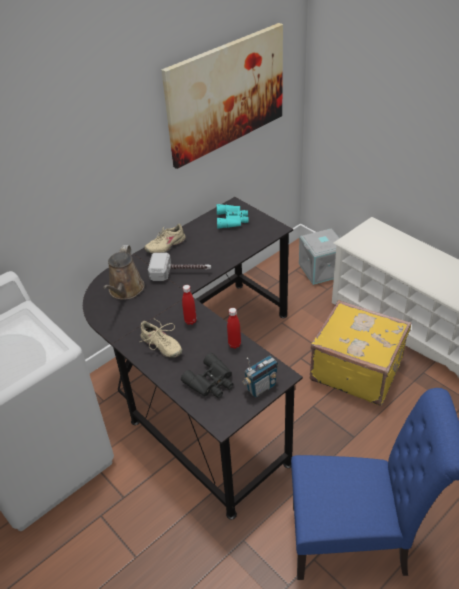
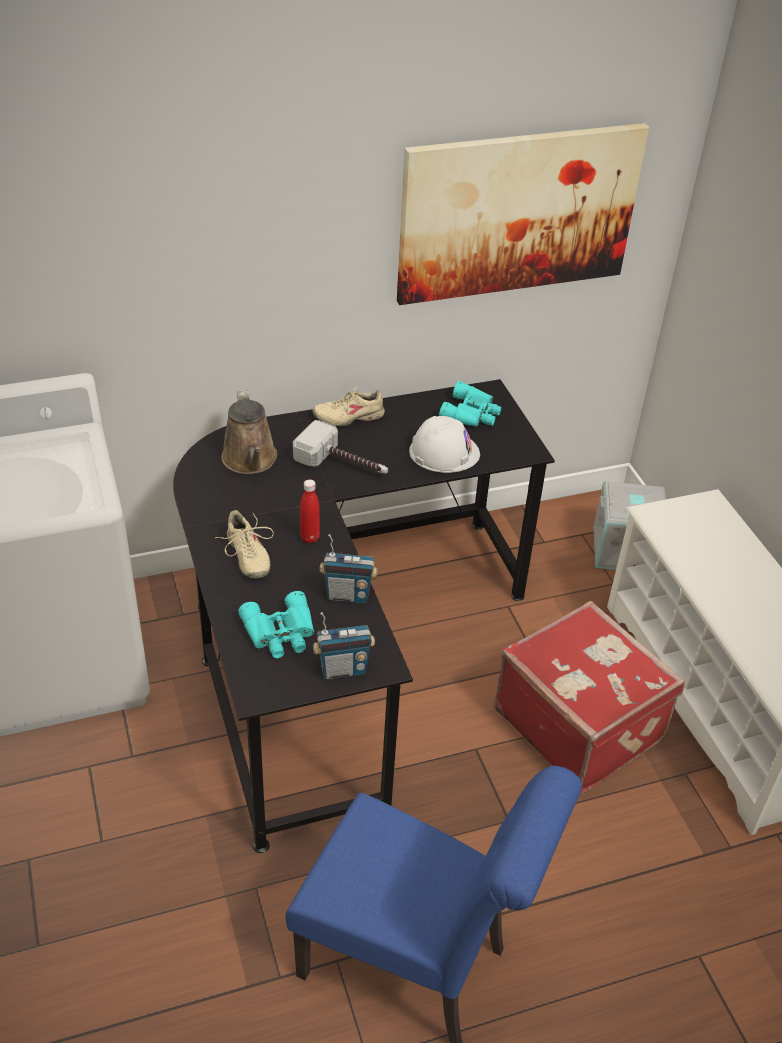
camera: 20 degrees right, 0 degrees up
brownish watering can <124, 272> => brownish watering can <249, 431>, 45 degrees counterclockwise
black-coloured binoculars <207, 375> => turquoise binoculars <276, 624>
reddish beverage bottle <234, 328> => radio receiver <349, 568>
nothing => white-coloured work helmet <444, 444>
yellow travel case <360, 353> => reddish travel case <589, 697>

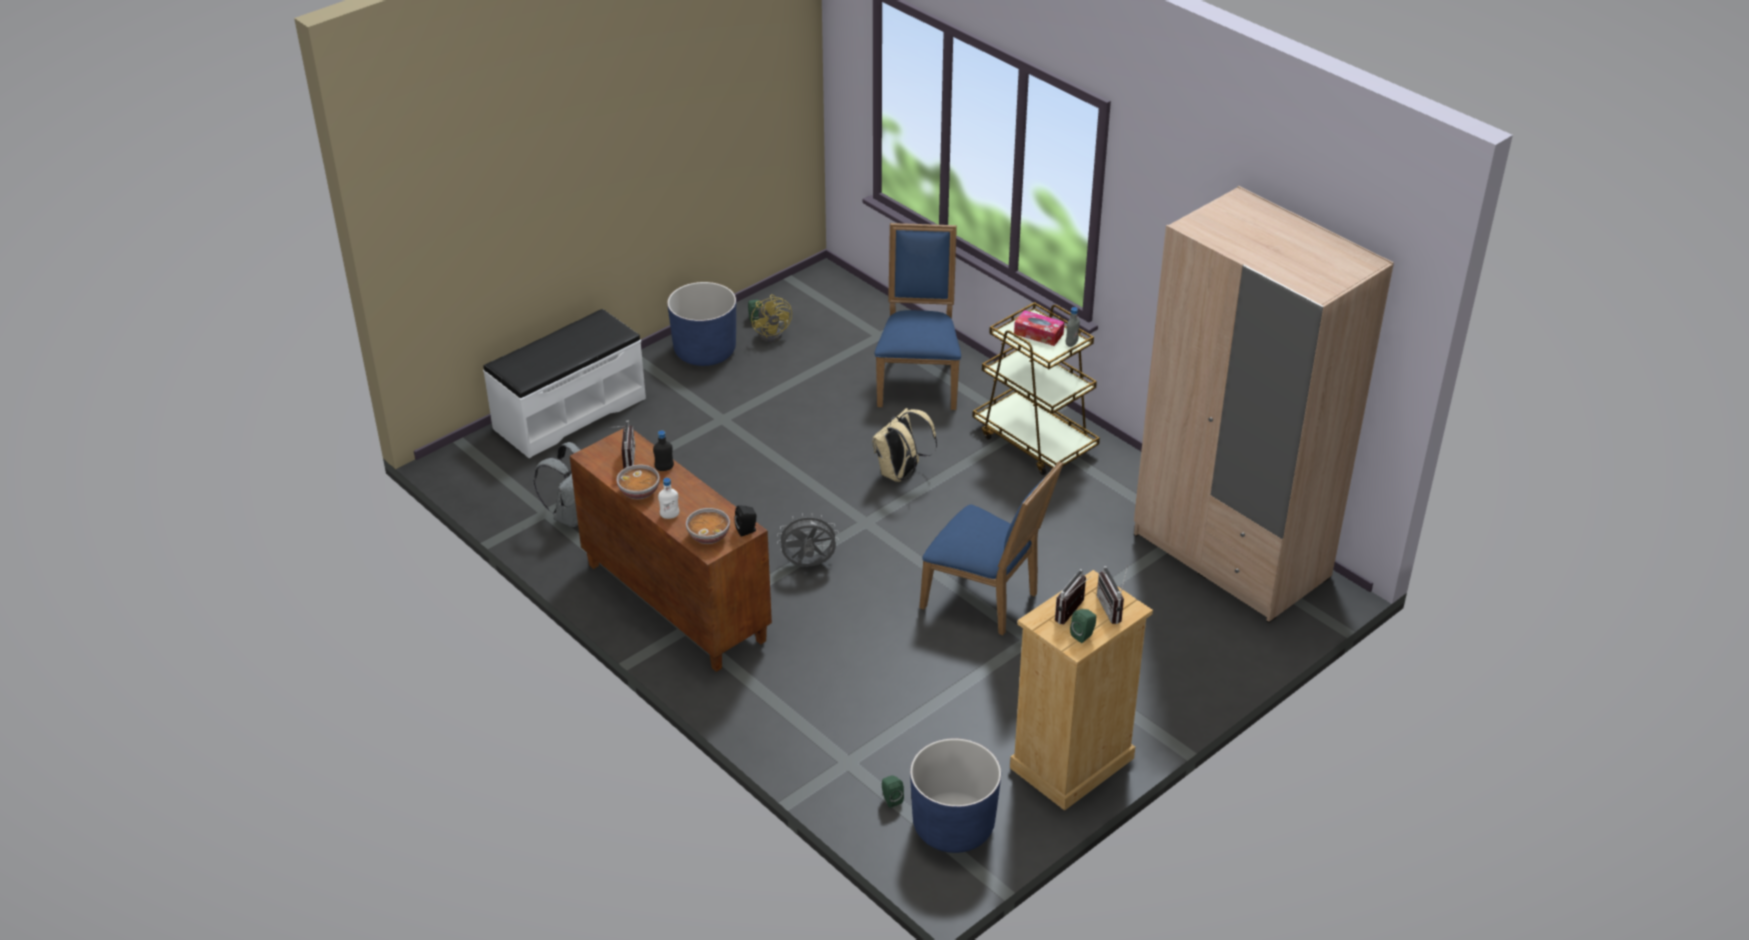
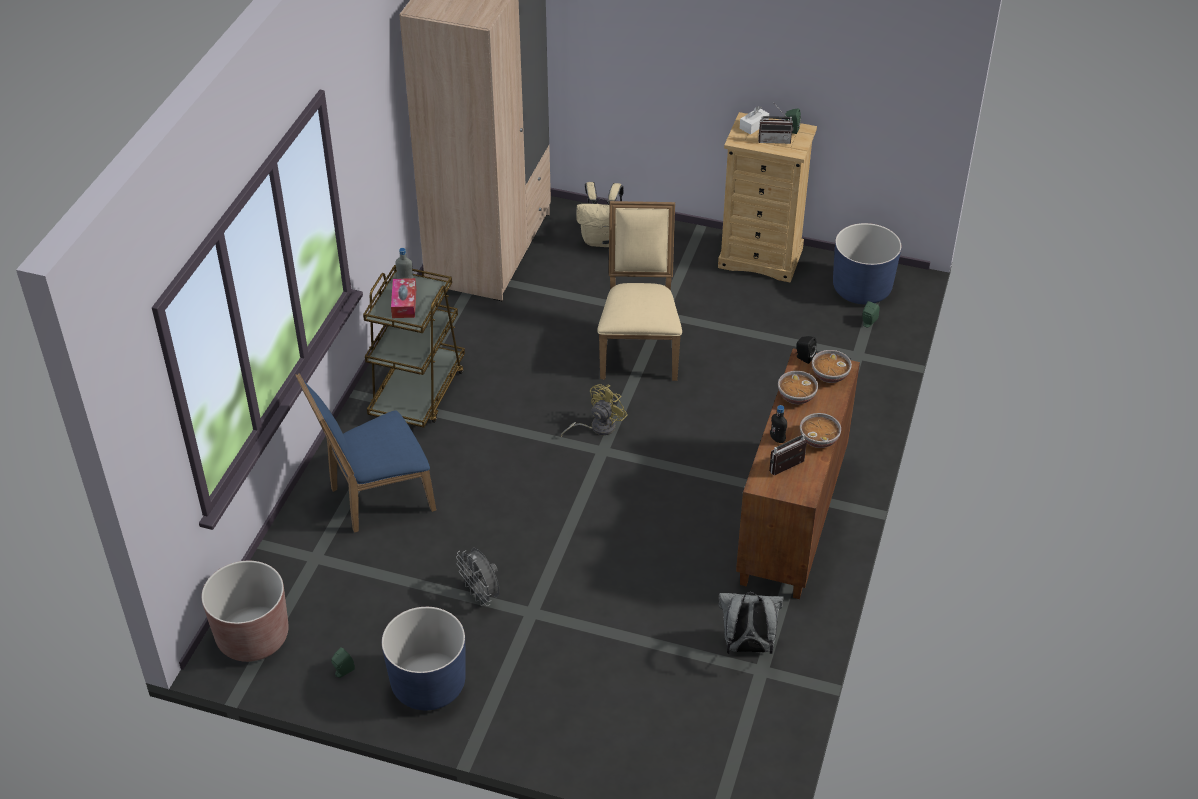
camera: 120 degrees left, 5 degrees up
nothing => brownish flower pot <245, 611>
grey fan <808, 539> => grey fan <478, 577>, relocated
yellow fan <771, 318> => yellow fan <594, 410>, relocated
beige-coloured rucksack <904, 445> => beige-coloured rucksack <600, 214>, relocated
blue plain chair <991, 548> => beige-coloured plain chair <639, 291>
radio receiver <1112, 594> => white-coloured box of tissues <754, 120>
nothing => serving bowl <798, 387>
white-coloured long seat <564, 383> => nothing
white-coloured beverage bottle <668, 498> => nothing

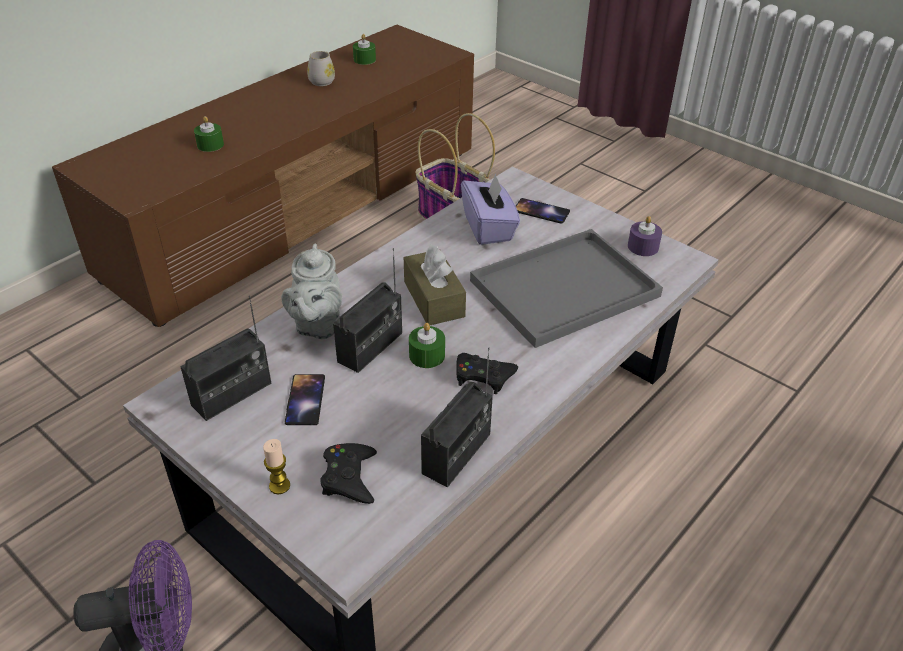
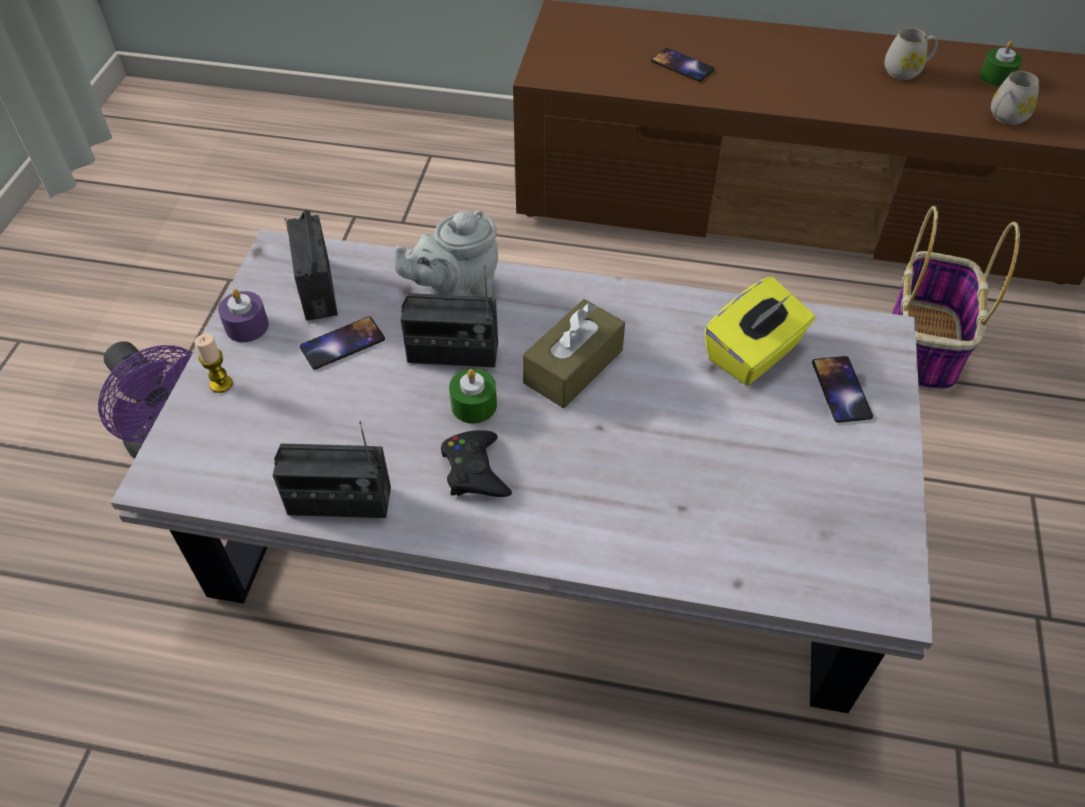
camera: 60 degrees right, 10 degrees up
purple-coloured wax candle <645, 236> => purple-coloured wax candle <243, 315>, relocated
radio receiver <225, 358> => radio receiver <311, 265>, 60 degrees clockwise
green-coloured wax candle <209, 134> => telephone <683, 65>
purple-coloured box of tissues <490, 209> => yellow box of tissues <759, 331>
nothing => white-coloured tea mug <1015, 98>
black-coloured joypad <348, 473> => nothing
grey serving tray <566, 288> => nothing

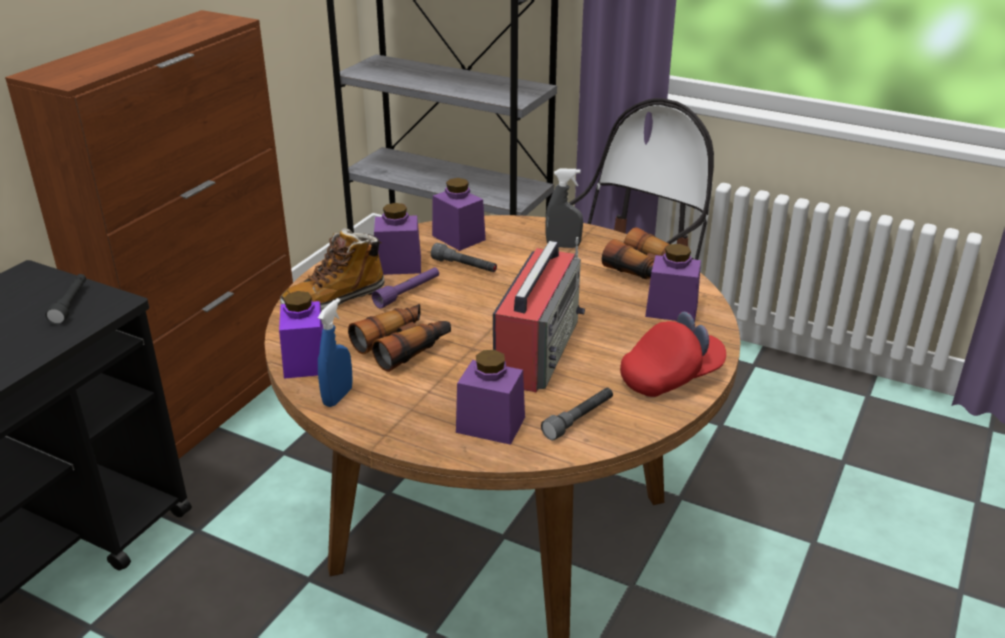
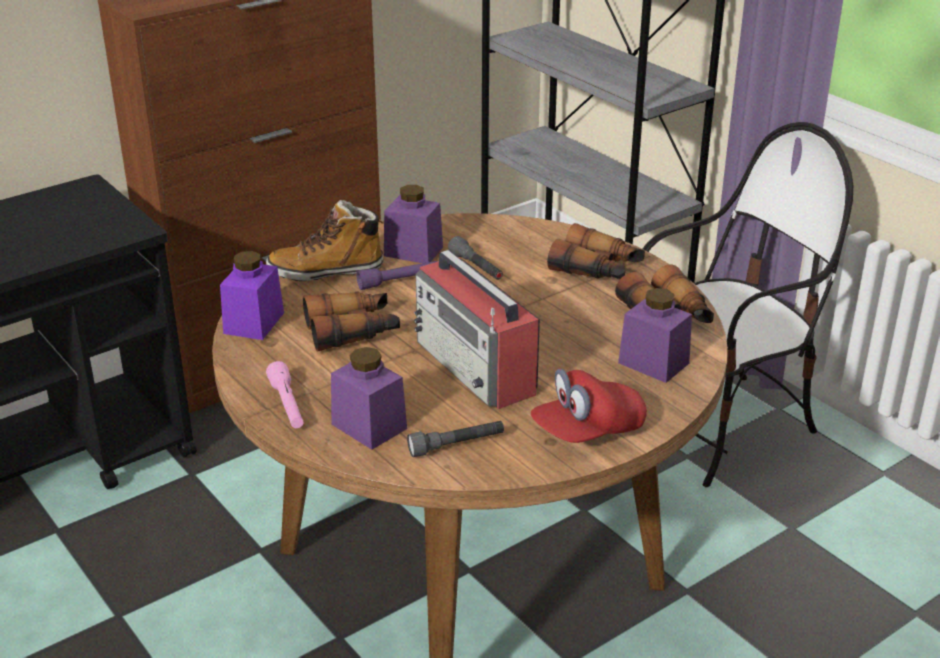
camera: 25 degrees right, 0 degrees up
nothing => pink-coloured hand torch <284, 394>
radio receiver <539, 314> => radio receiver <477, 329>, 105 degrees clockwise
reddish baseball cap <673, 354> => reddish baseball cap <589, 406>, 150 degrees clockwise
grey hand sprayer <564, 208> => binoculars <596, 251>
black-coloured hand torch <66, 299> => nothing
blue hand sprayer <335, 352> => nothing
purple-coloured preserve jar <459, 214> => nothing

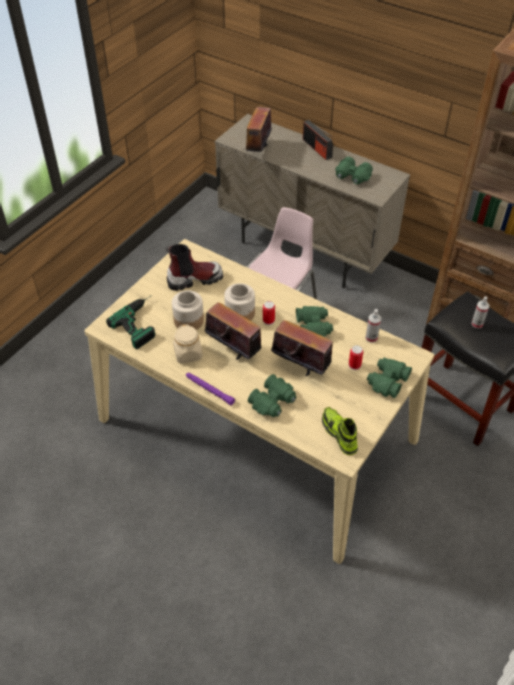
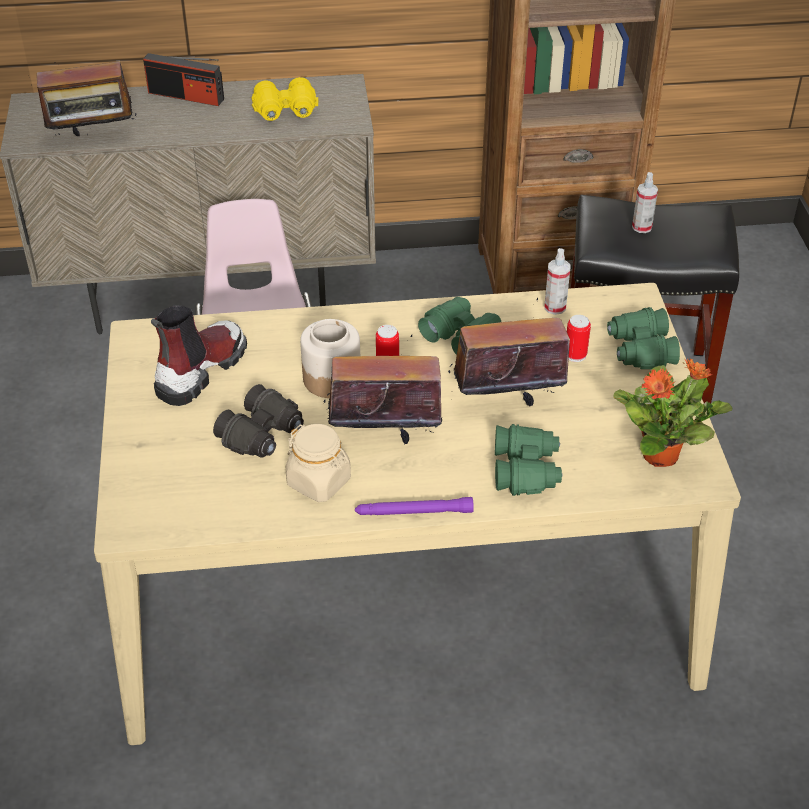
camera: 40 degrees left, 5 degrees down
radio receiver <257, 129> => radio receiver <87, 95>, 75 degrees counterclockwise
preserve jar <188, 310> => black-coloured binoculars <258, 421>
green-coloured binoculars <354, 170> => yellow binoculars <285, 99>
item of footwear <340, 431> => potted plant <673, 412>
drill <130, 322> => nothing

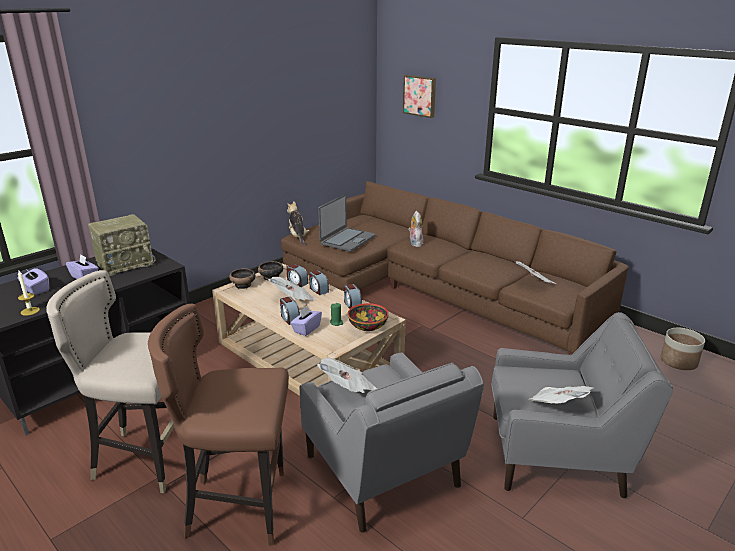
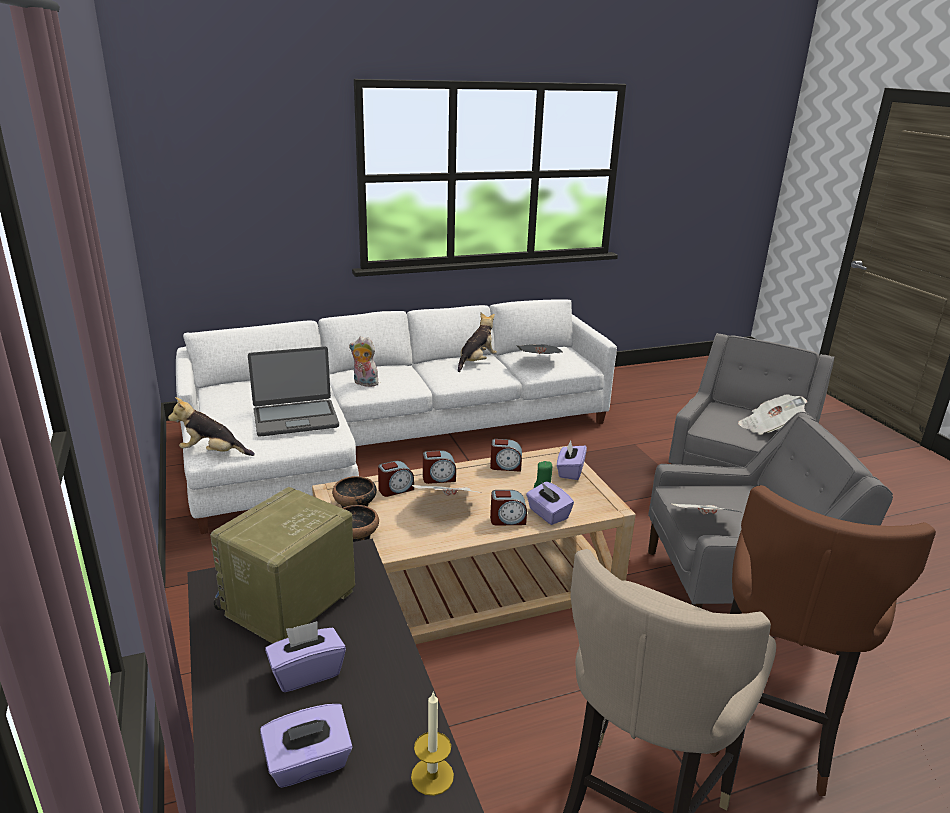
camera: 65 degrees left, 0 degrees up
brownish sofa <455, 268> => white-coloured sofa <396, 417>
radio receiver <122, 245> => radio receiver <282, 565>, 135 degrees counterclockwise
portable computer <347, 223> => portable computer <293, 391>, 105 degrees clockwise
nothing => soft toy <477, 342>
serving bowl <368, 317> => purple-coloured box of tissues <572, 460>
wall picture <419, 96> => nothing
flower pot <683, 349> => nothing

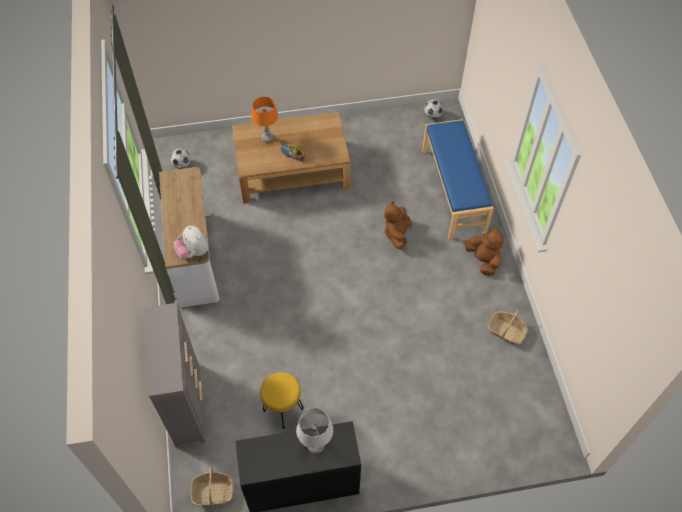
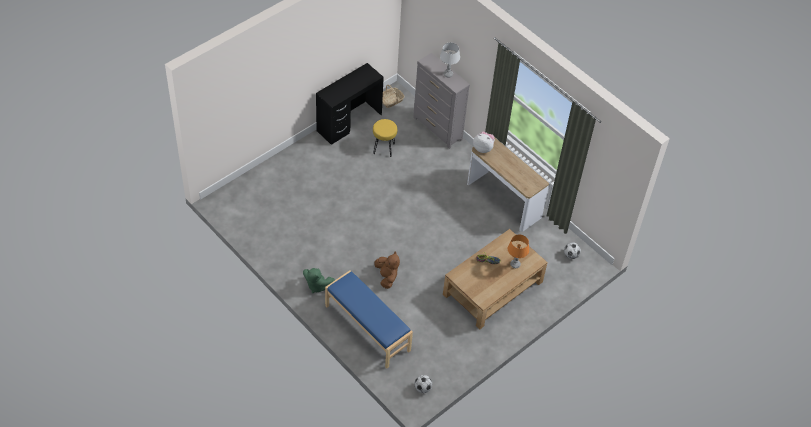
camera: 145 degrees right, 5 degrees down
brownish soft toy <484, 251> => green-coloured soft toy <319, 280>
grey table lamp <314, 430> => grey table lamp <450, 60>, relocated
storage basket <508, 327> => nothing

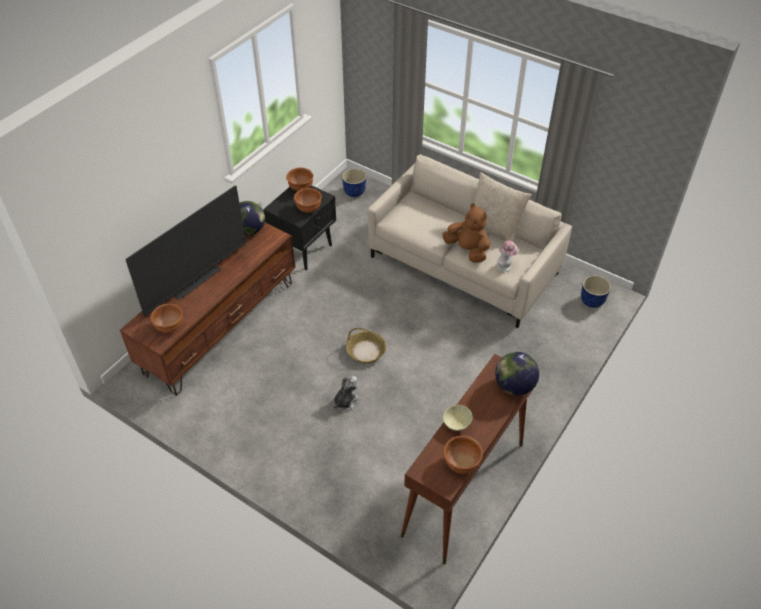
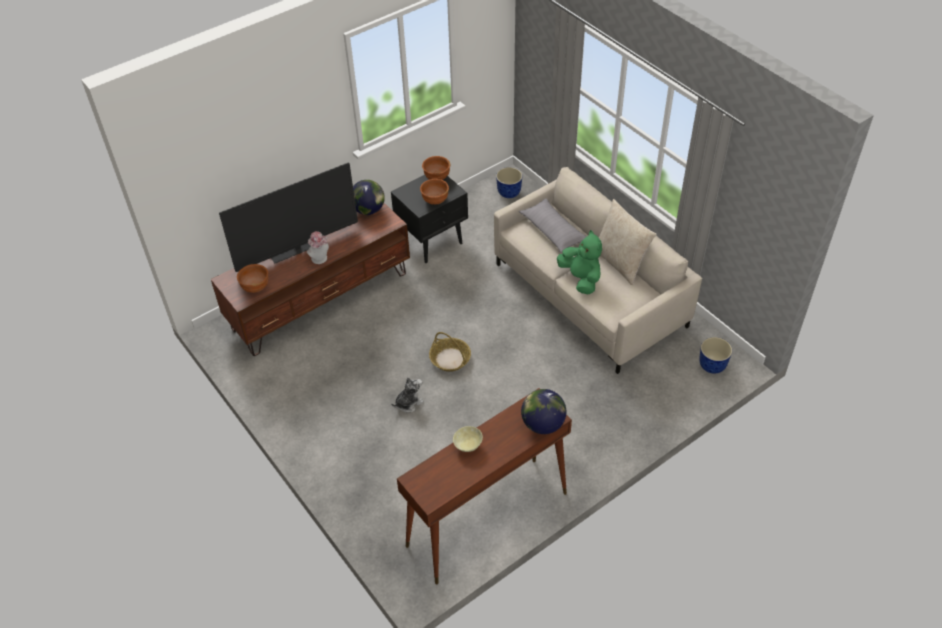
camera: 20 degrees right, 0 degrees up
hat <507, 256> => hat <318, 247>, relocated
nothing => grey throw pillow <553, 226>
brownish soft toy <466, 233> => green-coloured soft toy <579, 262>
brownish serving bowl <463, 455> => nothing

